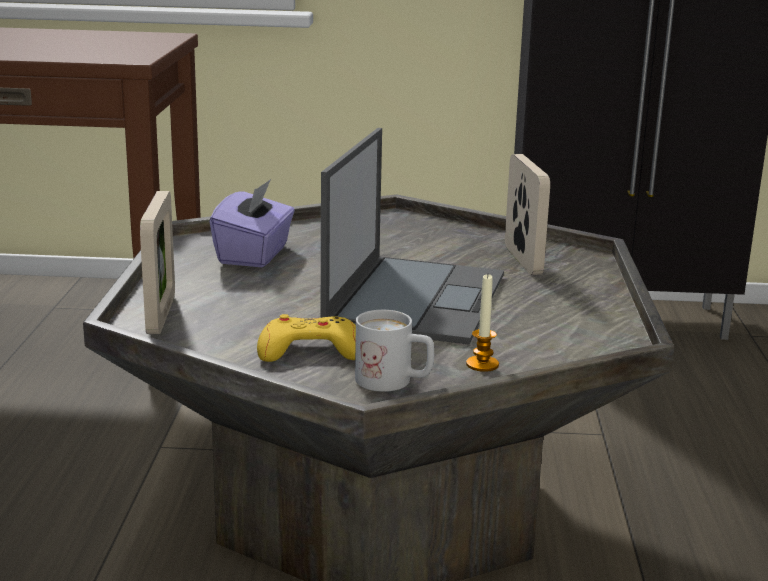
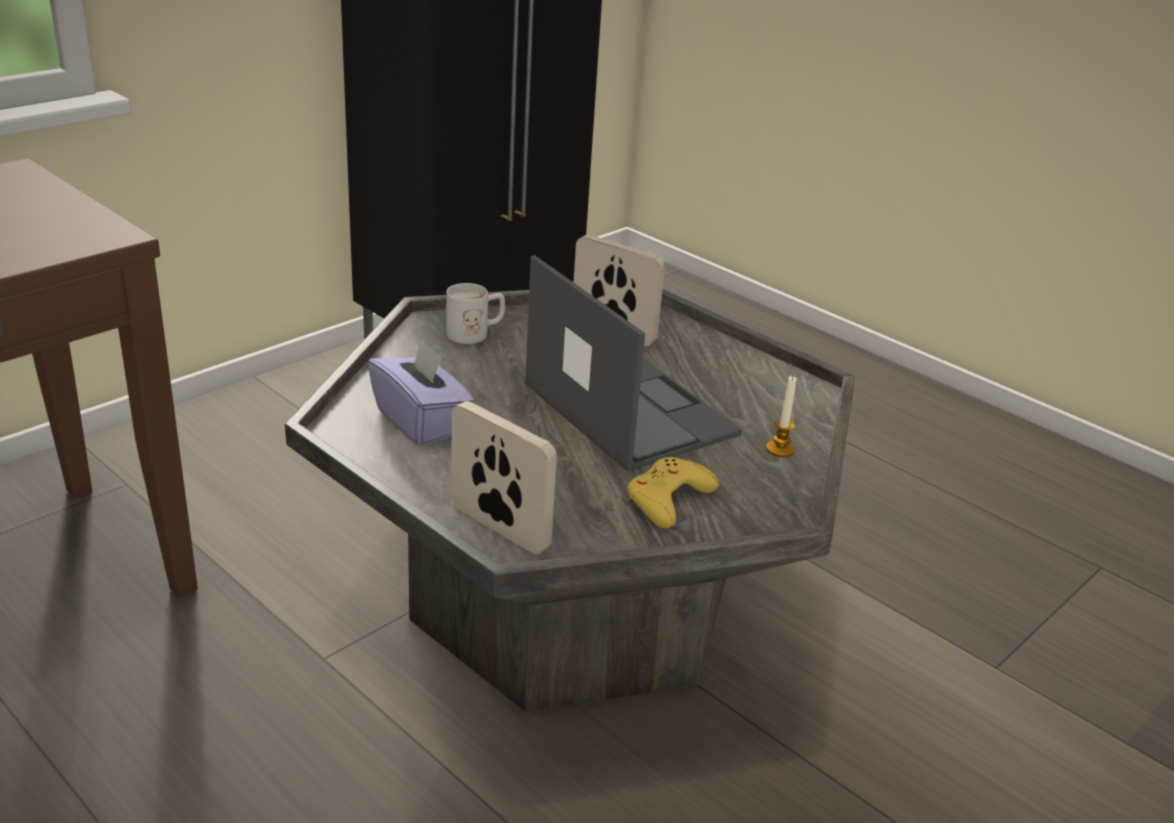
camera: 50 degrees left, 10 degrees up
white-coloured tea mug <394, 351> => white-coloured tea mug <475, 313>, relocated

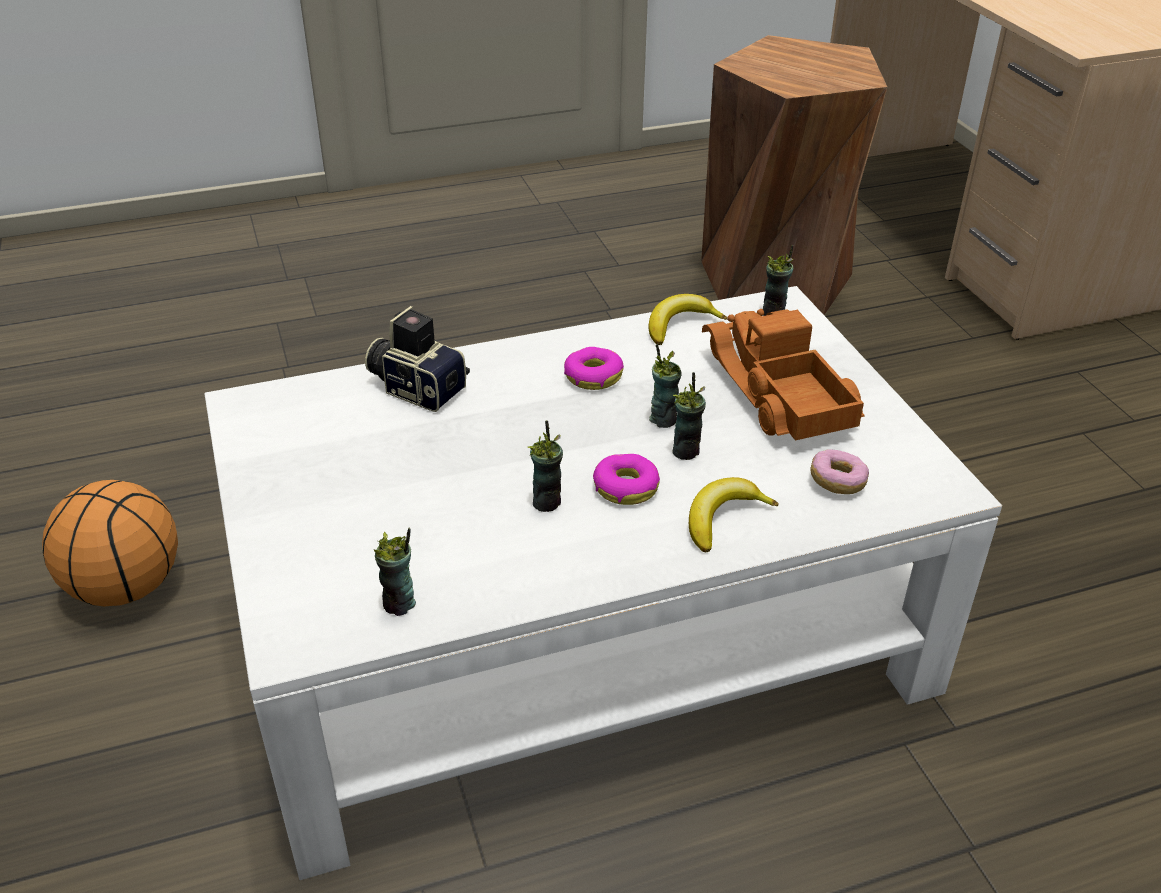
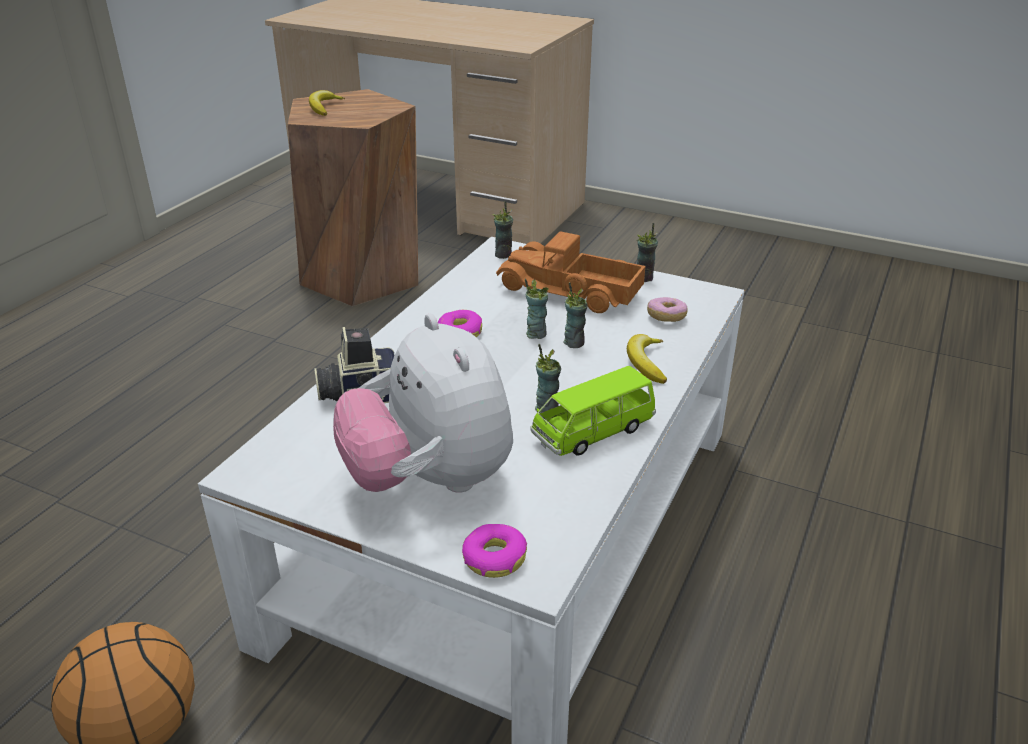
camera: 45 degrees left, 5 degrees down
banana <688, 319> => banana <327, 103>, relocated
nothing => soft toy <423, 403>
doughnut <626, 479> => doughnut <494, 551>, relocated
nothing => green-coloured model car <593, 411>
small cup <394, 572> => small cup <647, 252>, relocated

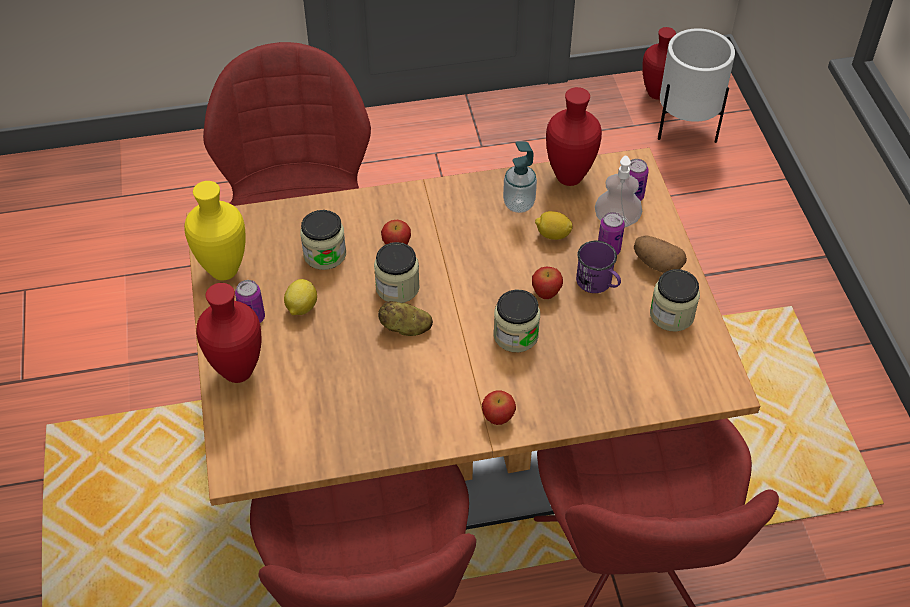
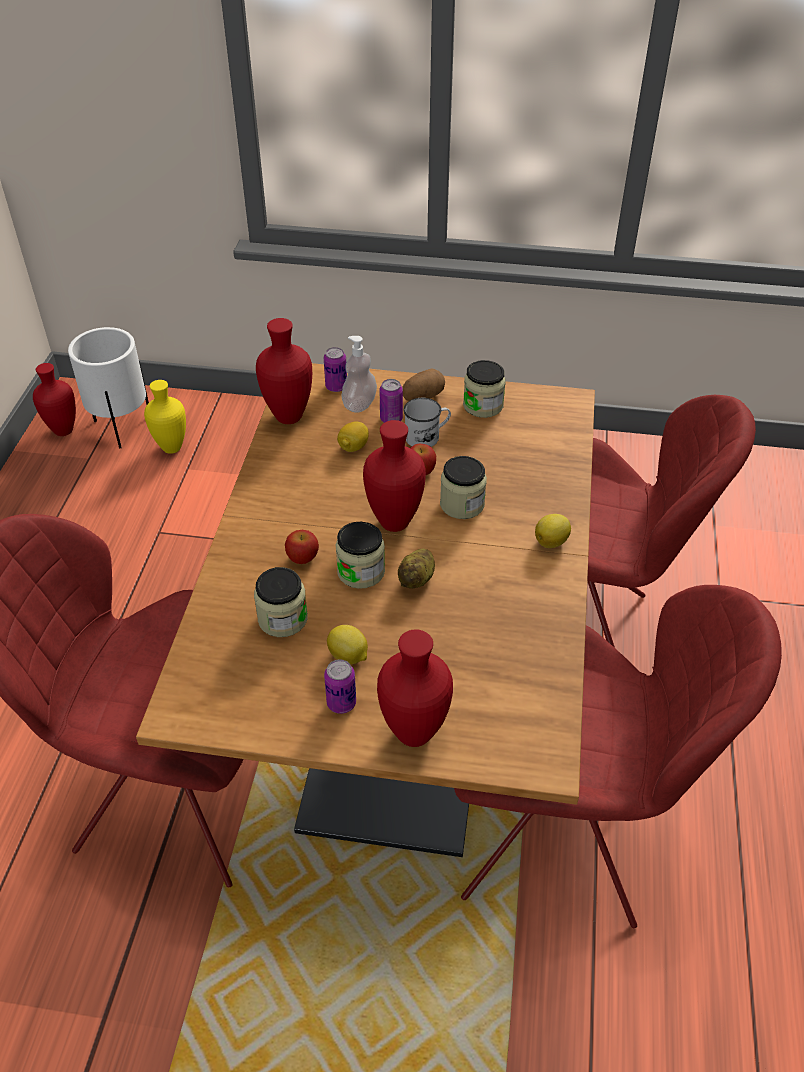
camera: 70 degrees left, 5 degrees down
yellow vase <215, 230> => yellow vase <165, 417>, relocated
nothing => reddish vase <394, 476>
purple-coloured tea mug <598, 267> => white-coloured tea mug <427, 422>
whole apple <499, 408> => whole lemon <553, 531>
soap dispenser <520, 177> => nothing

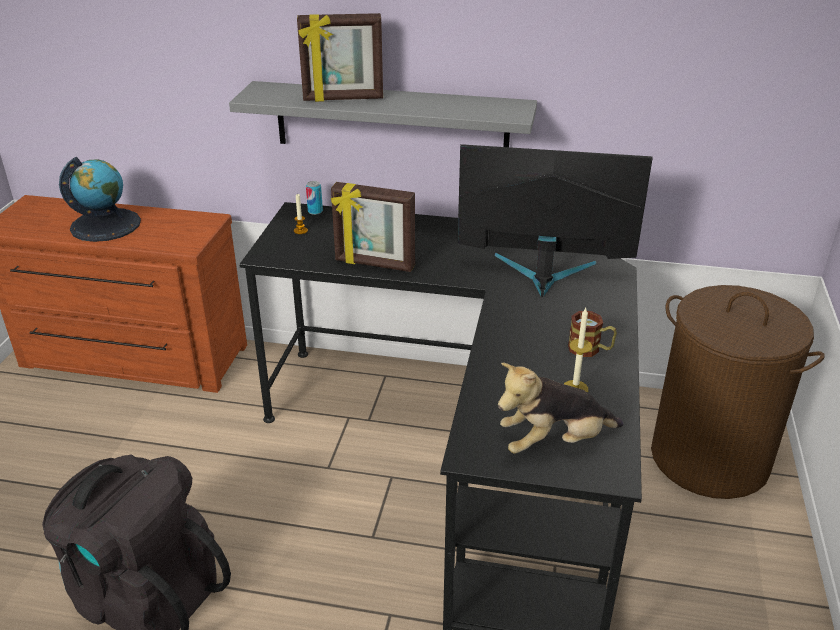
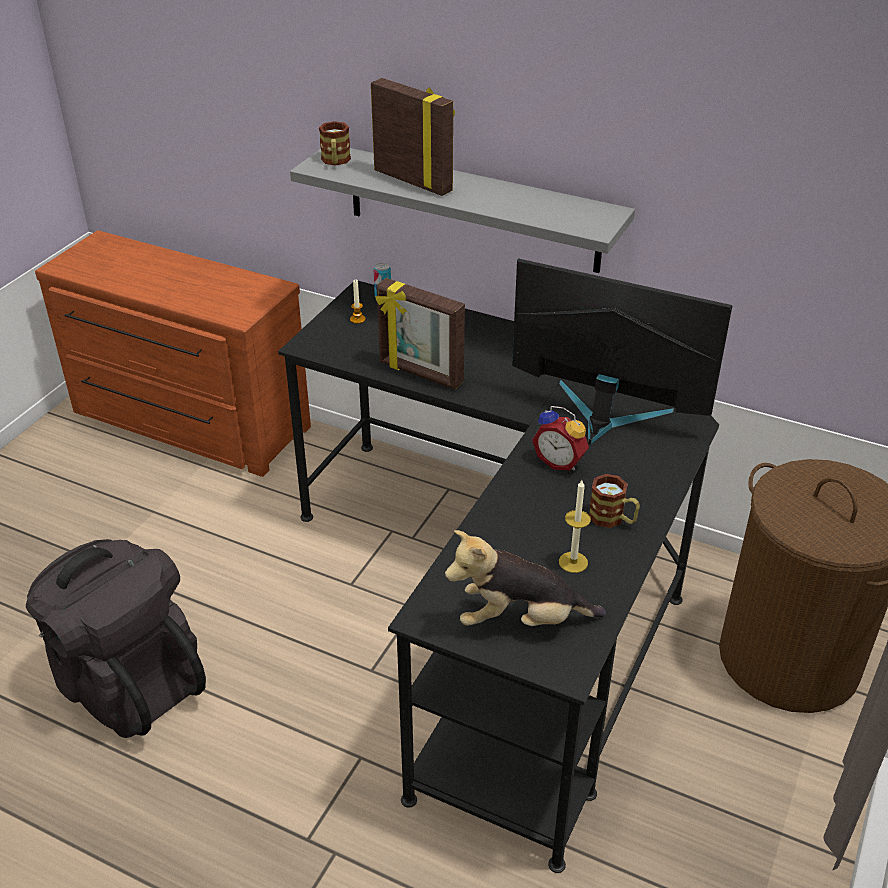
camera: 15 degrees right, 5 degrees up
nothing => tea mug <335, 143>
standing frame <340, 57> => standing frame <413, 137>, 150 degrees counterclockwise
nothing => table clock <560, 438>
desk globe <100, 199> => nothing

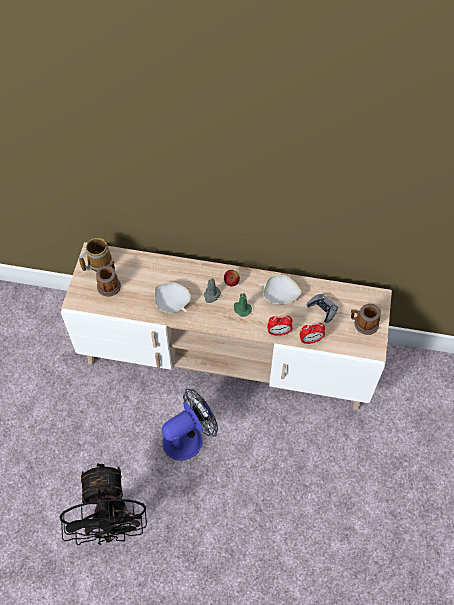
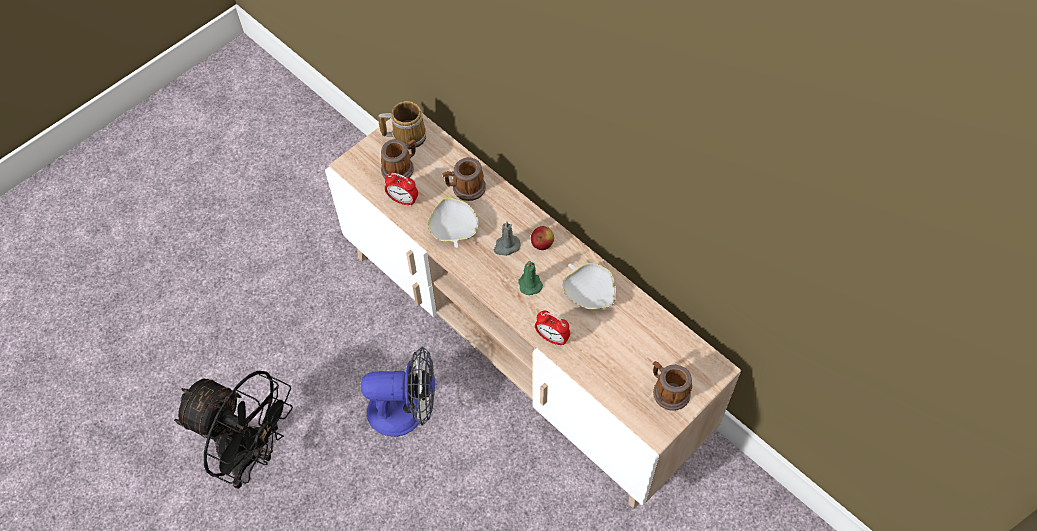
camera: 35 degrees right, 0 degrees up
black-coloured fan <103, 504> => black-coloured fan <233, 430>, 90 degrees counterclockwise
table clock <312, 333> => table clock <401, 189>, relocated
nothing => tea mug <464, 179>
grey joypad <322, 308> => nothing

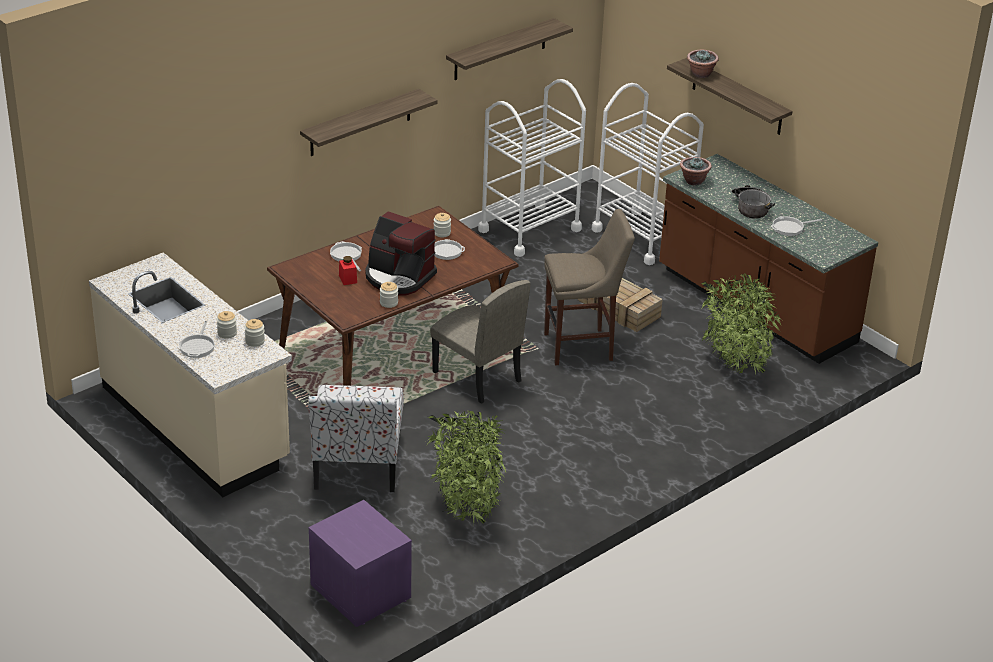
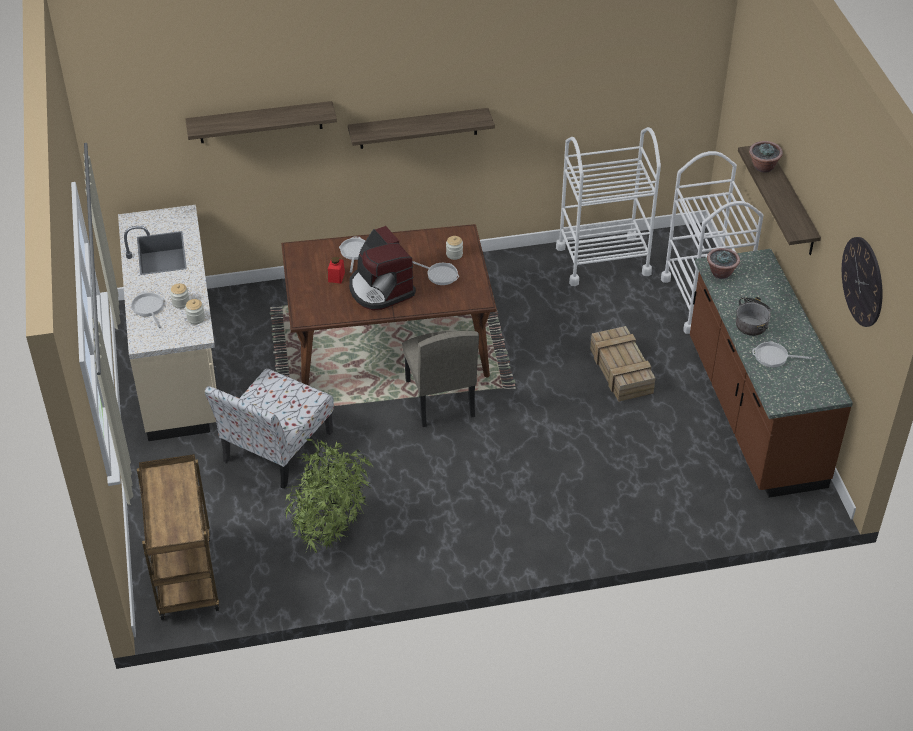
camera: 30 degrees right, 10 degrees up
skillet <197, 339> => skillet <147, 309>, 120 degrees clockwise
purple-coloured bedside table <360, 563> => brownish cart <178, 537>
bracket shelf <509, 49> => bracket shelf <261, 122>, relocated
nothing => hanging clock <862, 282>
preserve jar <389, 295> => nothing
beige-coloured stool <589, 287> => nothing
potted plant <741, 324> => nothing

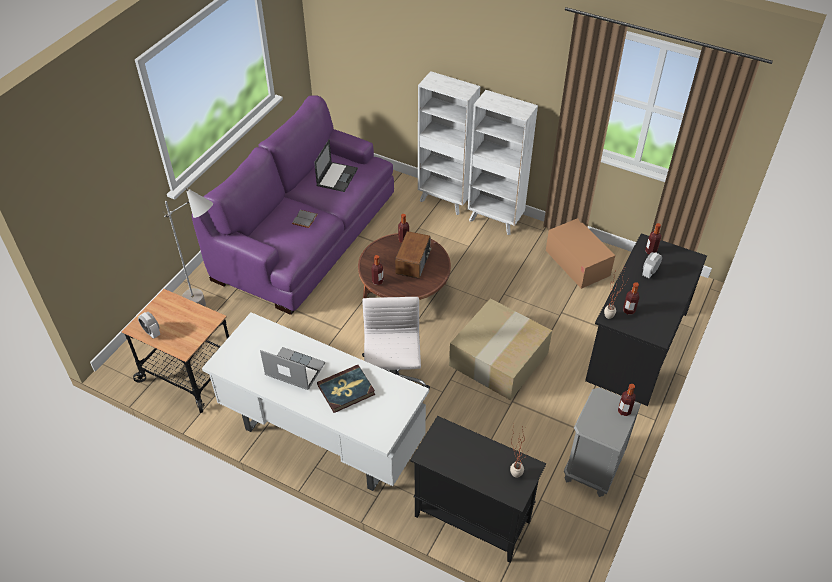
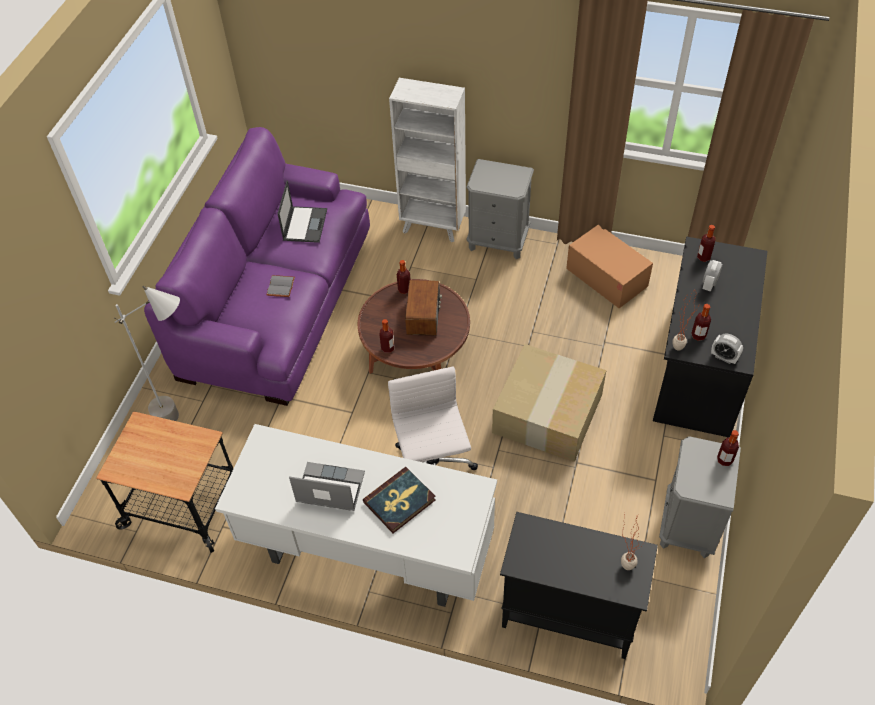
camera: 10 degrees left, 5 degrees up
white-coloured bookshelf <503, 162> => grey bedside table <500, 209>
table clock <149, 325> => table clock <727, 349>, relocated

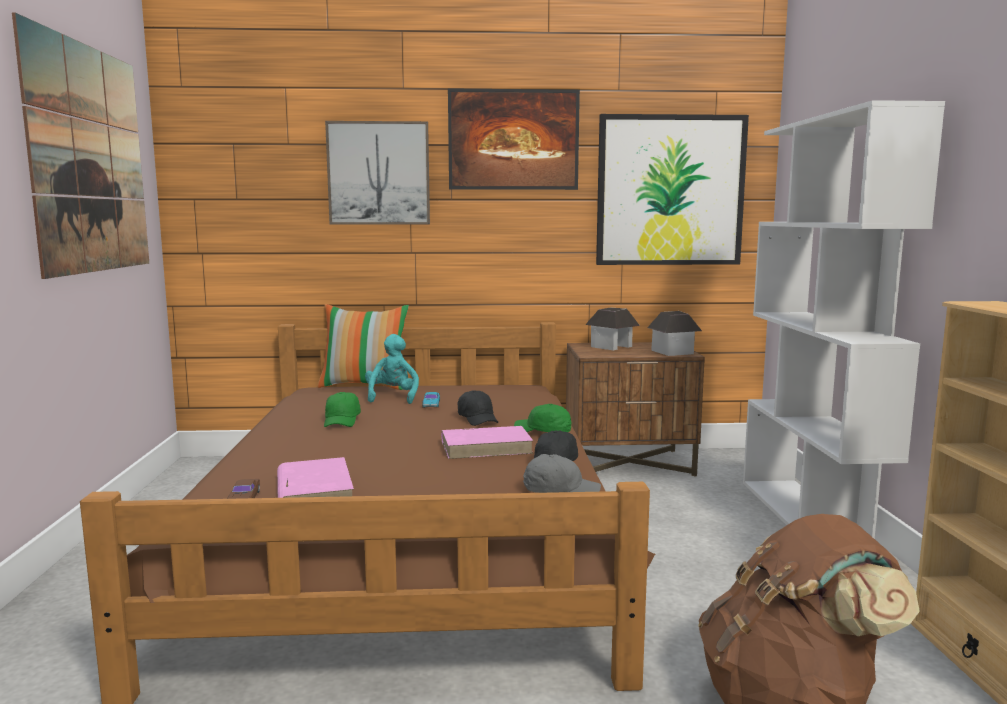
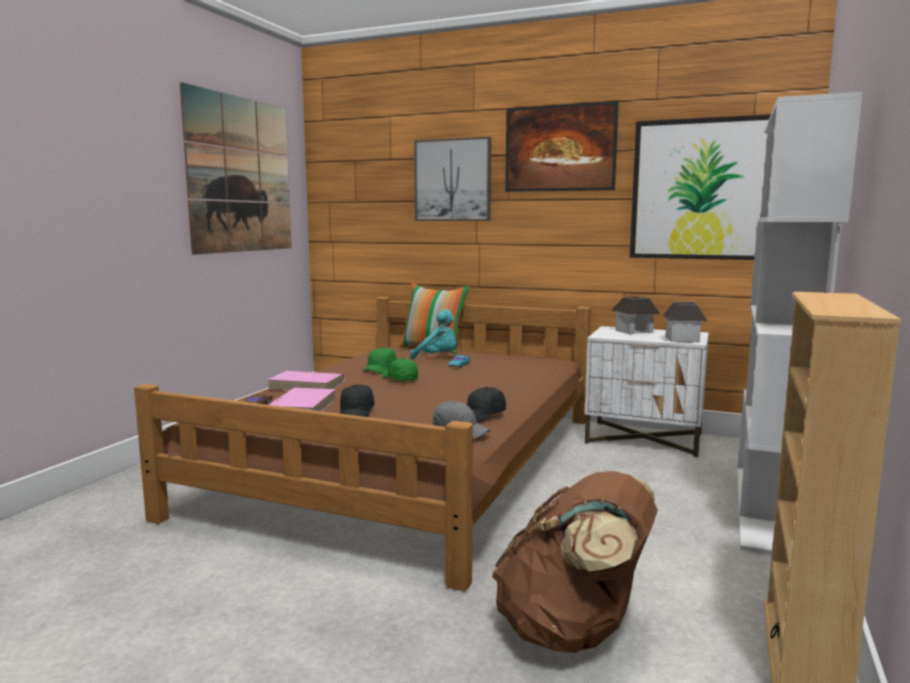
camera: 25 degrees right, 0 degrees up
pink-coloured volume <487, 442> => pink-coloured volume <306, 381>, relocated
black-coloured baseball cap <478, 408> => black-coloured baseball cap <357, 400>, relocated
green-coloured baseball cap <542, 418> => green-coloured baseball cap <400, 369>, relocated
turquoise soft toy <392, 369> => turquoise soft toy <433, 334>, 90 degrees clockwise
brownish bedside table <635, 409> => white-coloured bedside table <647, 392>

